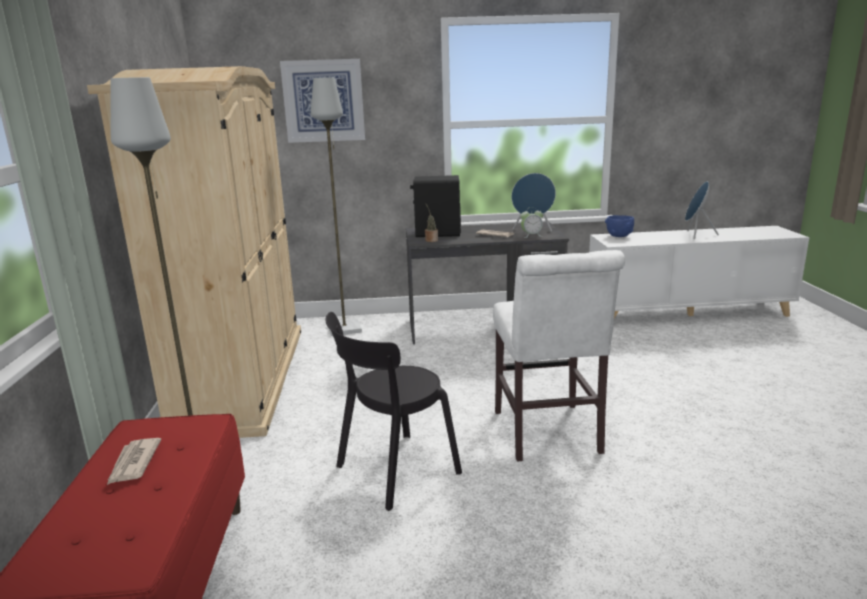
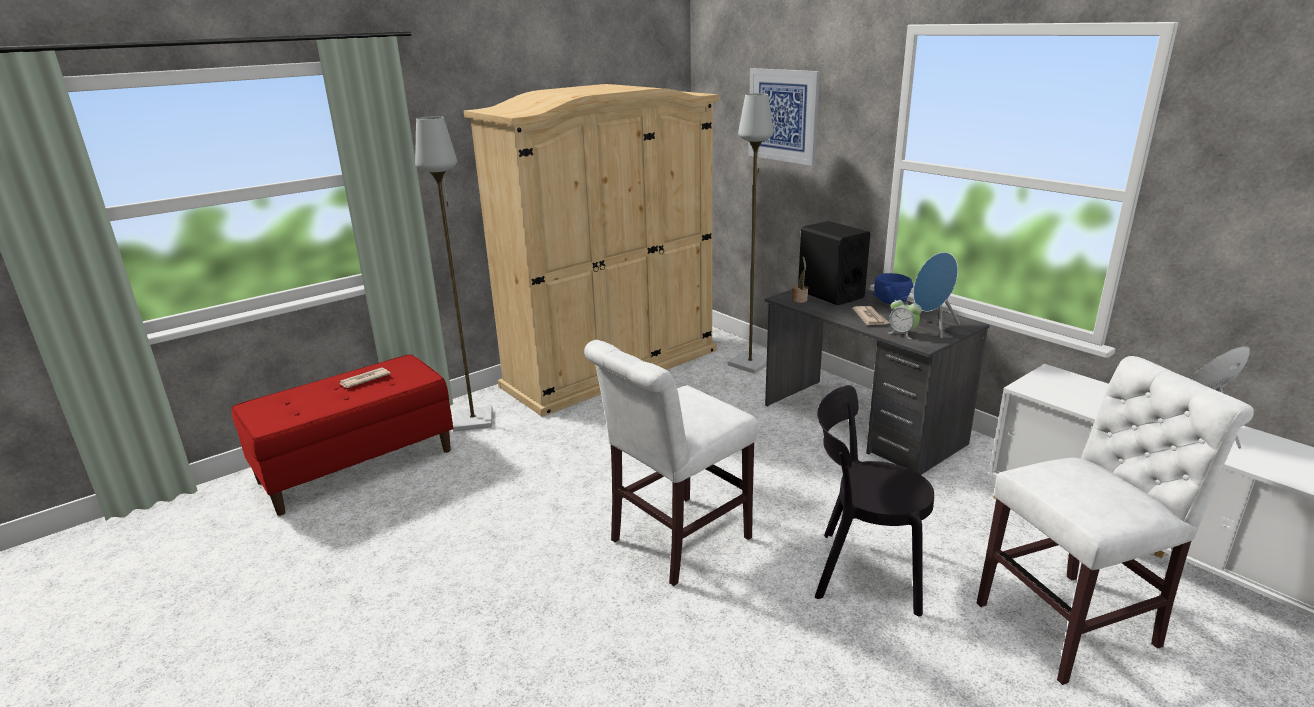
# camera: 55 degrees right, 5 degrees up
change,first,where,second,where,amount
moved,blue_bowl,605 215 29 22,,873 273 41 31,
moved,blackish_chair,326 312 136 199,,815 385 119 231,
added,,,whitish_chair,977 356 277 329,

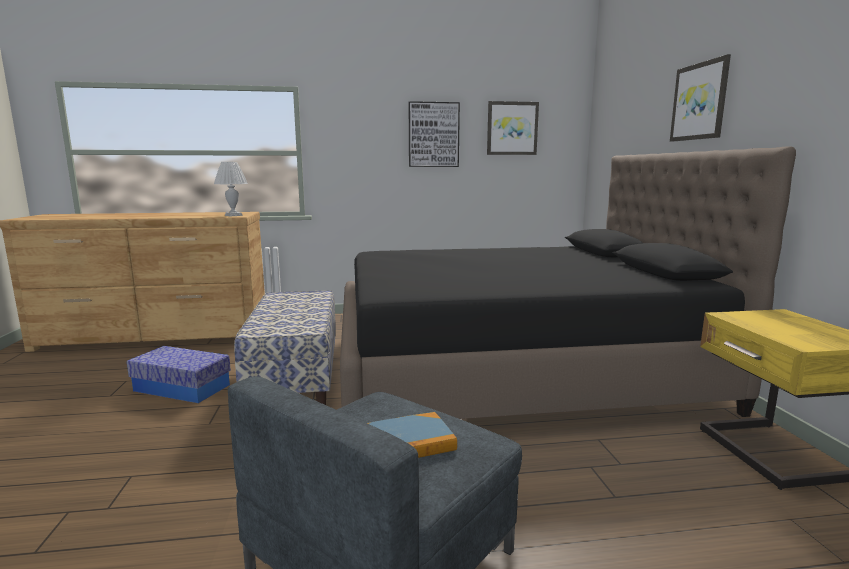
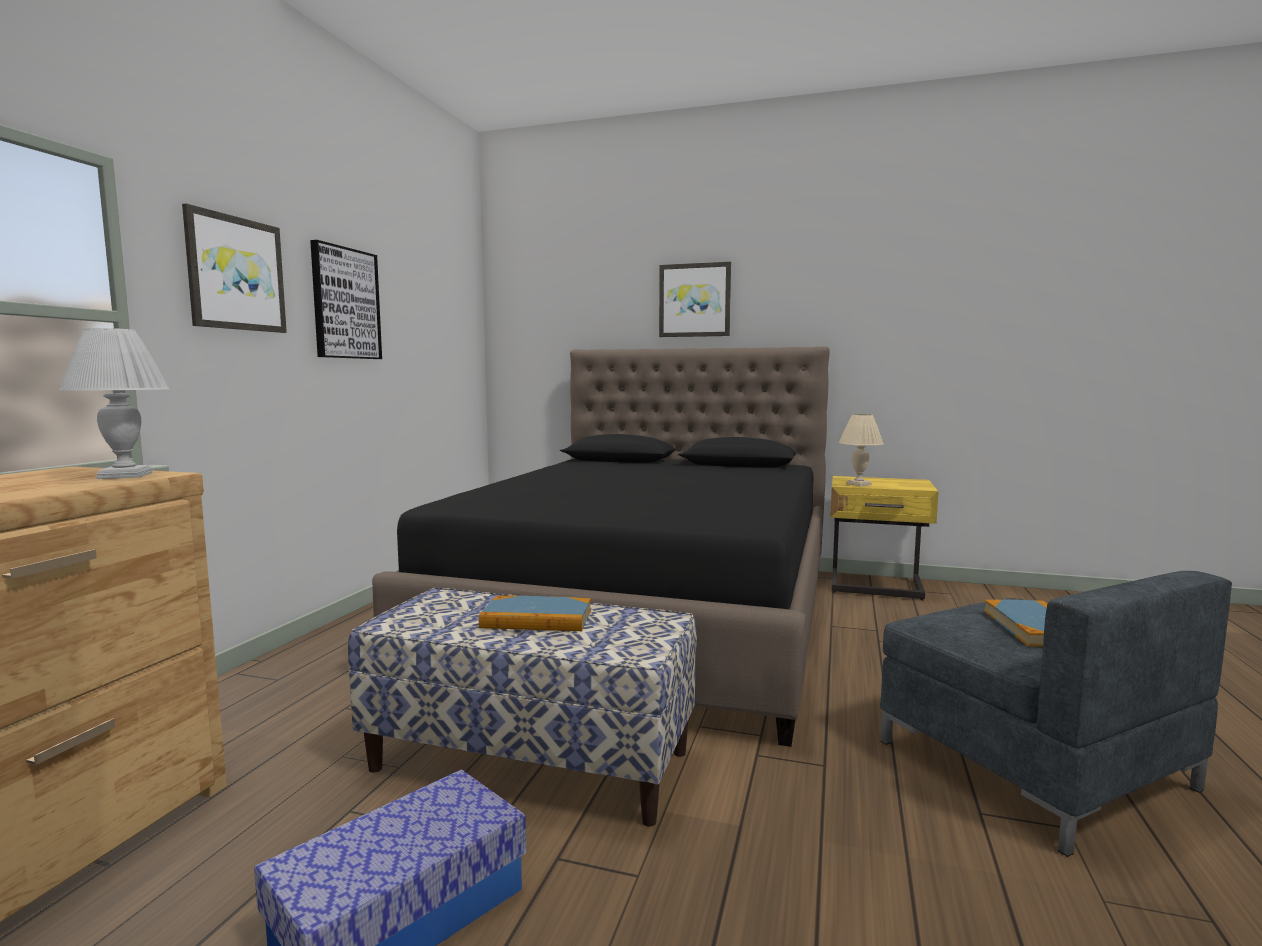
# camera: 65 degrees left, 5 degrees down
change,first,where,second,where,amount
moved,wall_art,487 101 52 54,,182 203 105 130,
added,,,sand-coloured_table_lamp,839 414 45 72,
added,,,book,479 595 112 36,

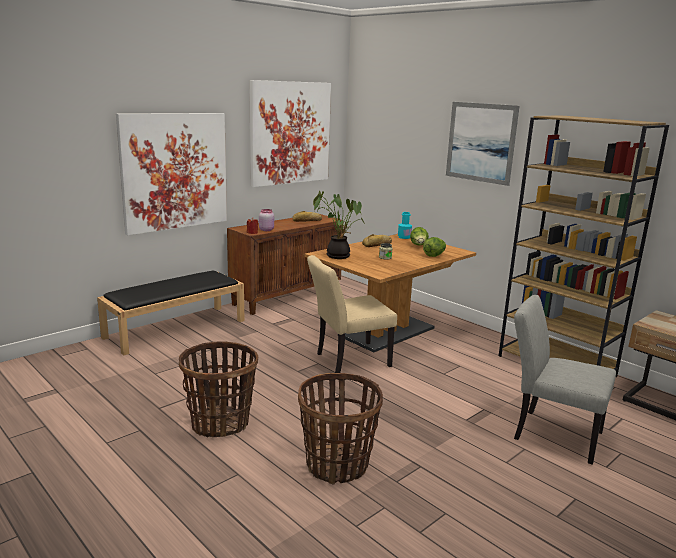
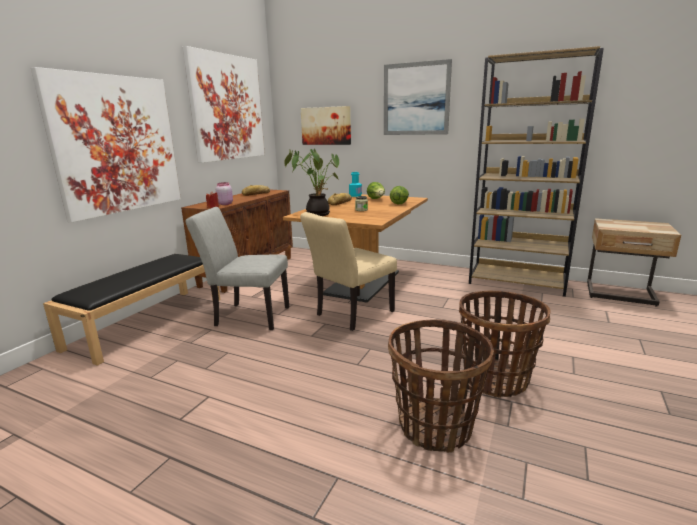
# camera: 20 degrees left, 0 degrees up
change,first,where,second,where,amount
moved,grey_chair,514 295 102 170,,186 207 103 123,
moved,basket,179 341 79 96,,459 291 92 107,
added,,,wall_art,301 106 50 39,

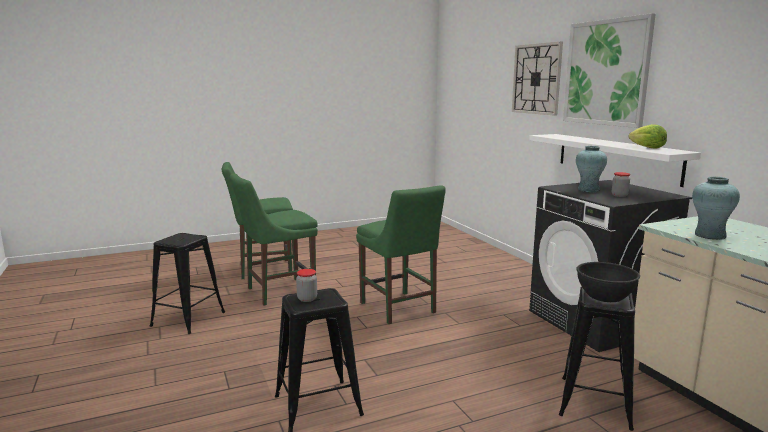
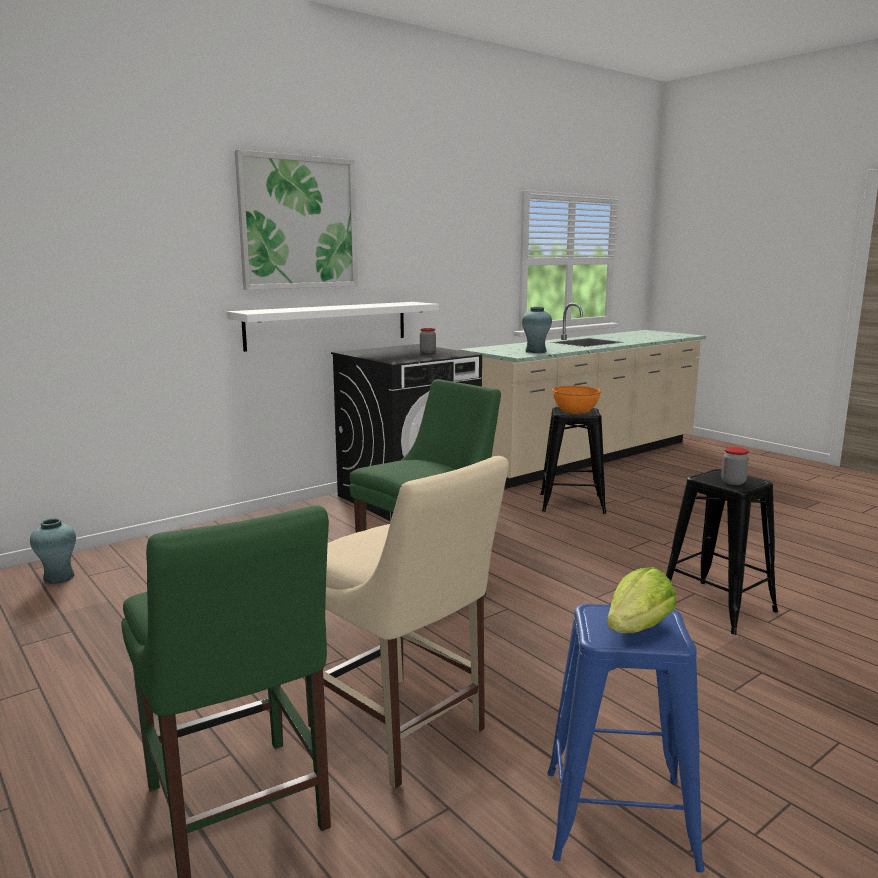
# camera: 105 degrees left, 0 degrees up
change,first,where,second,where,amount
removed,wall_clock,512 42 51 74,,,
moved,head_of_lettuce,628 124 39 25,,607 567 70 66,
moved,blue-green_decorative_vase,576 146 31 46,,30 518 46 66,
recoloured,green-coloured_chair,230 173 88 132,sand-coloured_chair,305 456 204 332,
recoloured,blackish_stool_seat,150 233 75 101,blue_stool_seat,547 604 158 268,
recoloured,blackish_bowl,576 262 64 40,orange-coloured_bowl,552 386 49 28,

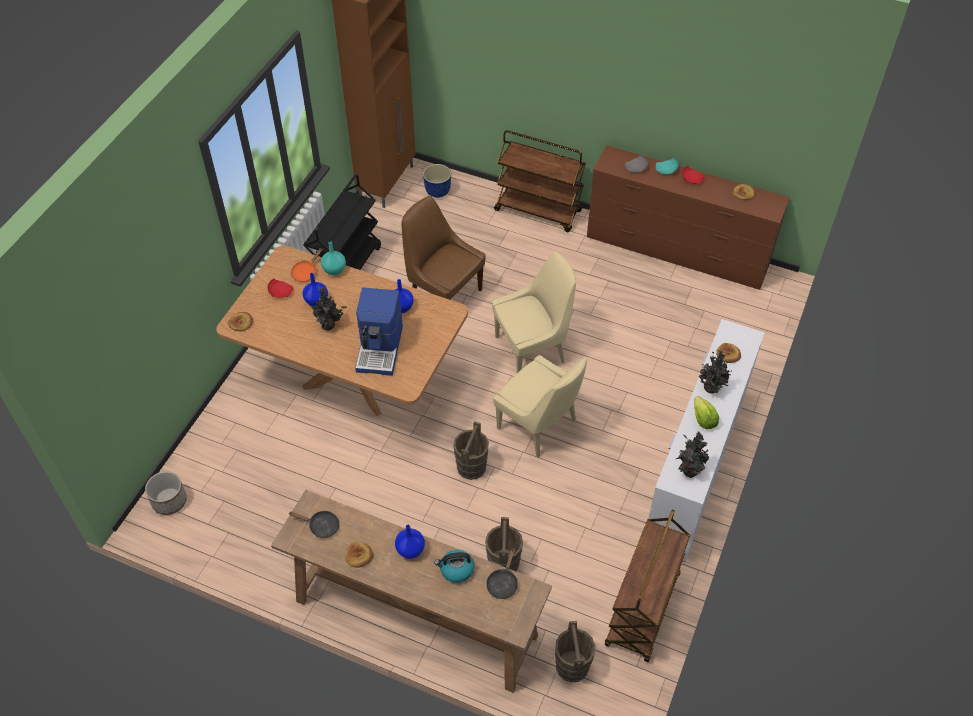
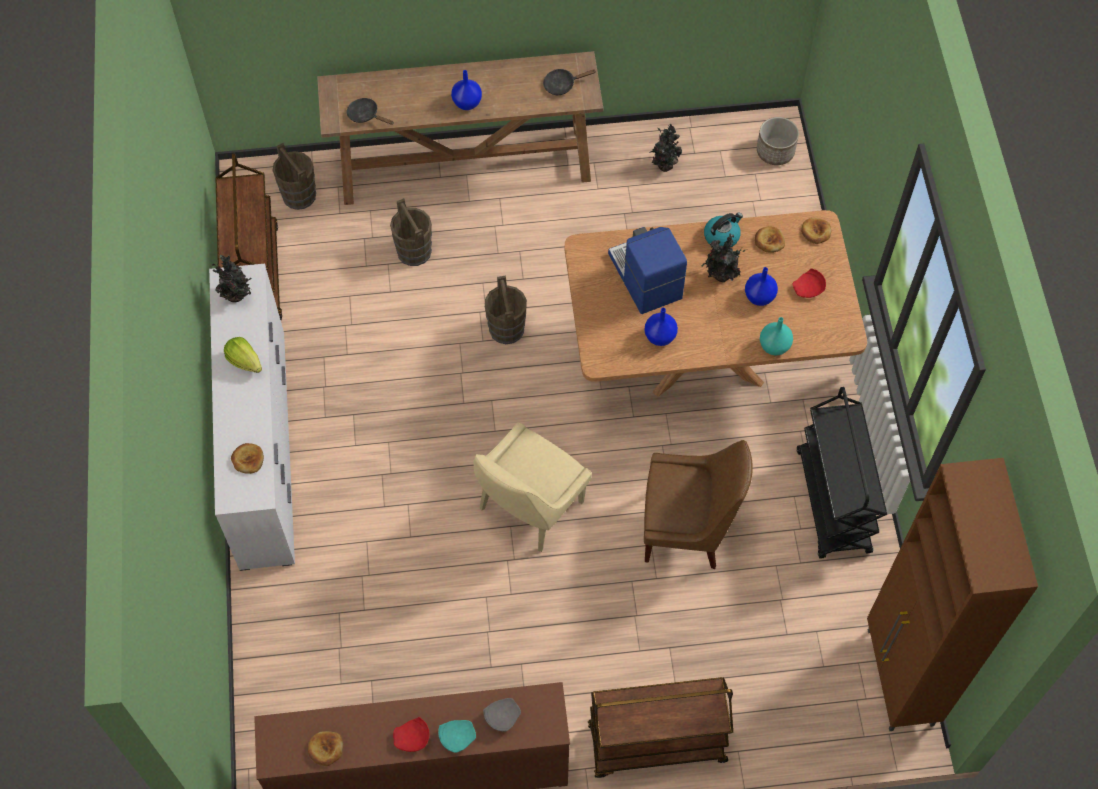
# camera: 150 degrees right, 10 degrees up
change,first,where,second,where,amount
removed,plant_pot,423 164 28 34,,,
removed,orange-coloured_pan,291 248 31 34,,,
moved,potted_plant,699 349 33 45,,649 124 33 48,
removed,sand-coloured_chair,493 355 94 103,,,
moved,bakery_bread,345 542 28 26,,755 226 30 27,
turned,blackish_pan,486 549 32 50,,347 98 46 27,45 degrees counterclockwise
moved,tea_kettle,434 550 40 33,,704 212 39 35,

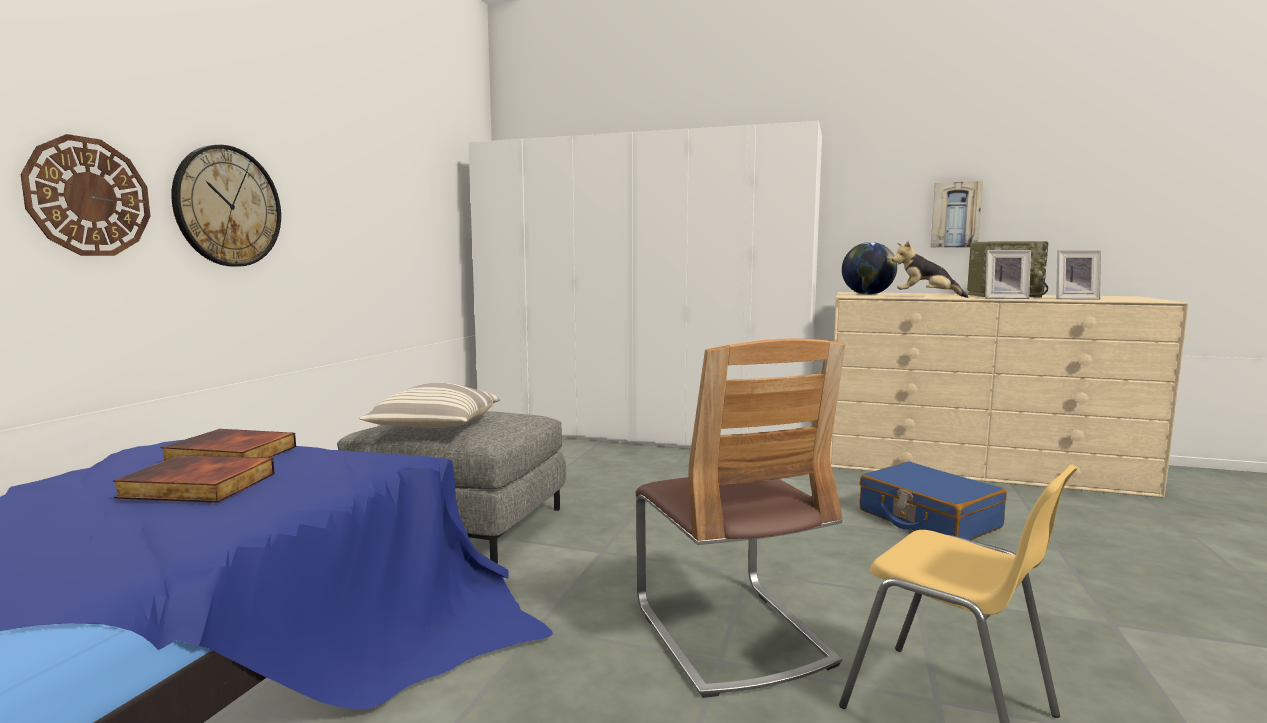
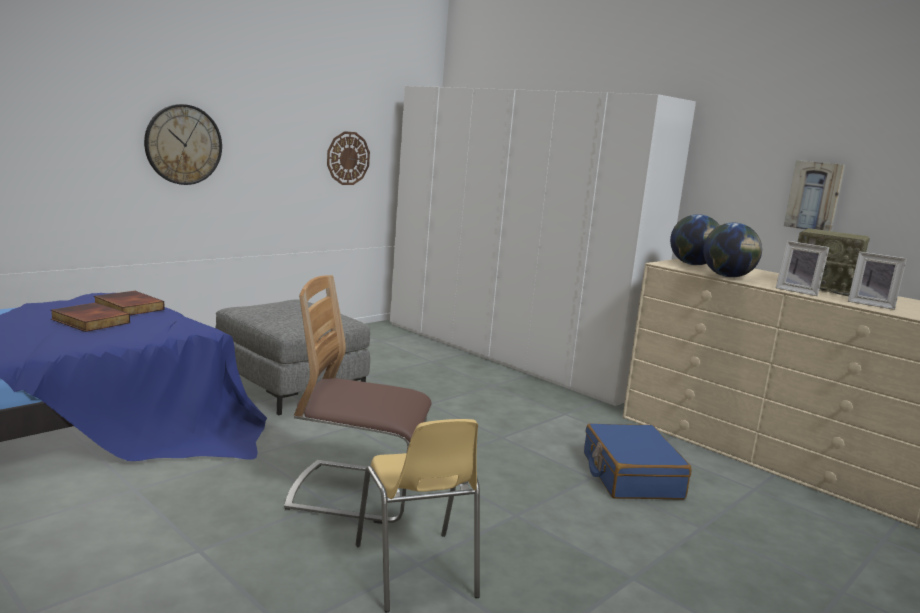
# camera: 25 degrees right, 5 degrees up
change,first,where,second,where,amount
moved,wall_clock,21 134 130 122,,327 131 43 54,
replaced,cuddly_toy,892 241 77 57,desk_globe,703 223 59 55,
turned,chair,635 339 210 359,,284 275 148 249,90 degrees clockwise
removed,pillow,359 382 142 46,,,

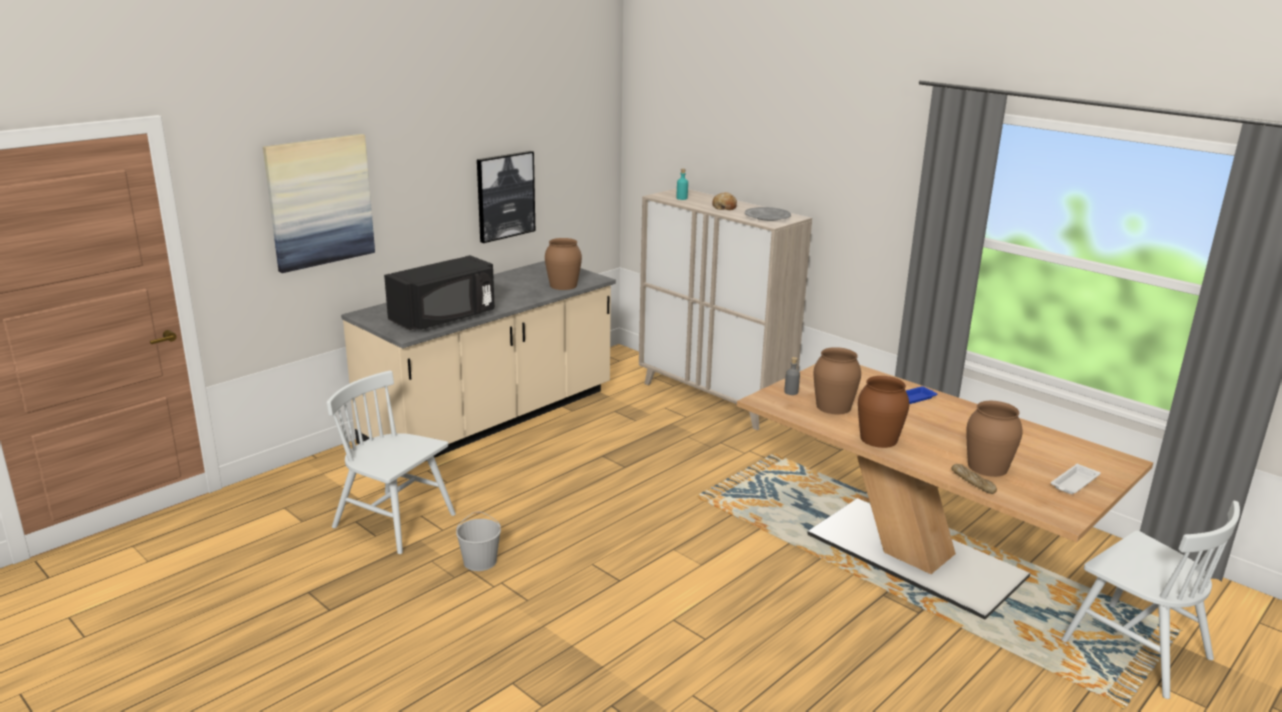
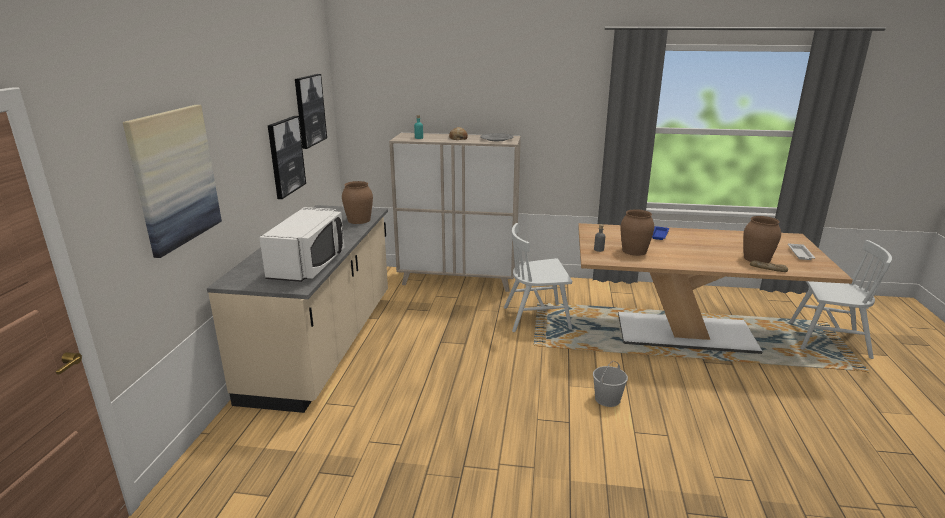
# camera: 35 degrees left, 0 degrees up
change,first,where,second,where,amount
recoloured,blackish_microwave,384 255 111 75,whitish_microwave,259 207 86 75,
moved,whitish_chair,327 370 129 184,,504 223 68 109,
removed,brown_decorative_vase,858 376 51 72,,,
moved,whitish_water_bucket,456 511 45 60,,593 360 35 47,
added,,,wall_art,295 74 32 75,

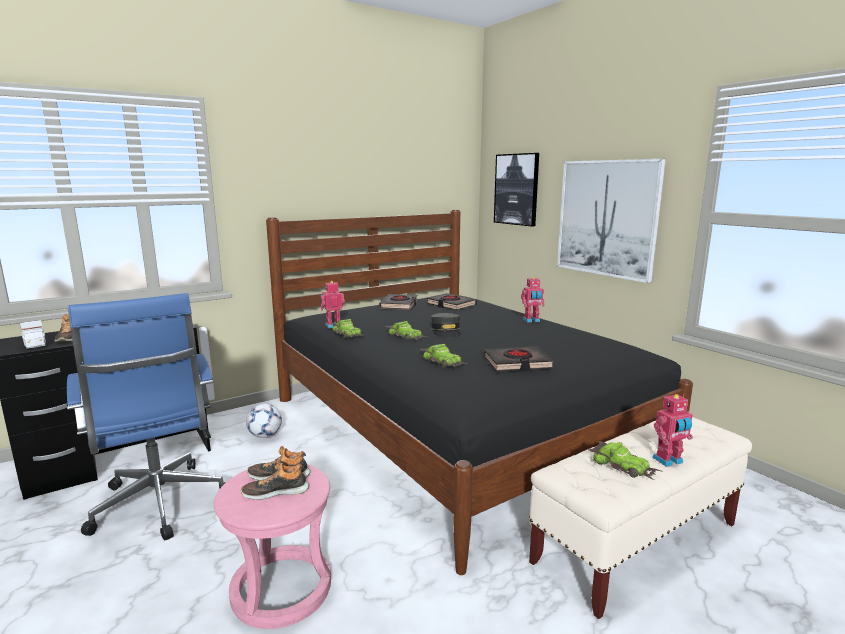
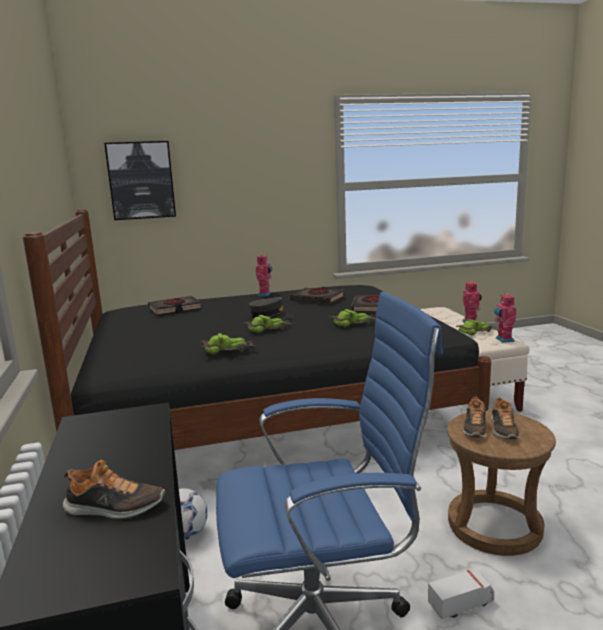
# camera: 70 degrees left, 0 degrees up
change,first,where,second,where,amount
removed,wall_art,557 159 109 124,,,
moved,robot_figure,321 281 24 47,,494 293 22 50,
moved,blackish_book,379 294 38 16,,290 287 54 17,
moved,toy_lorry,20 320 26 28,,428 570 66 49,
recoloured,pinkish_stool_seat,214 464 117 165,brown_stool_seat,447 410 109 146,

